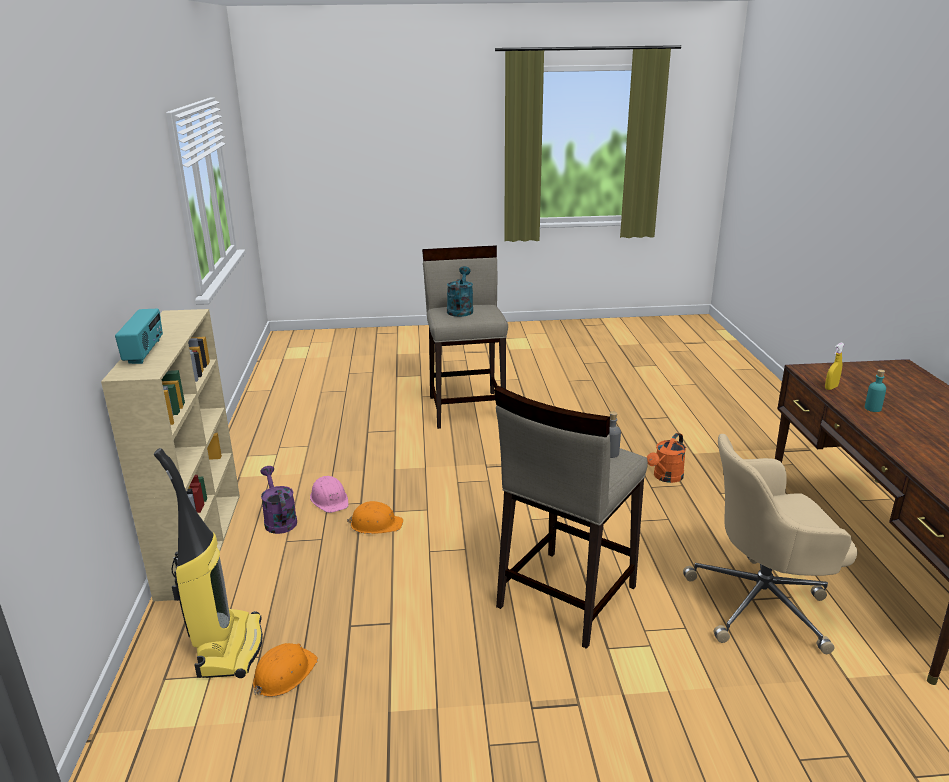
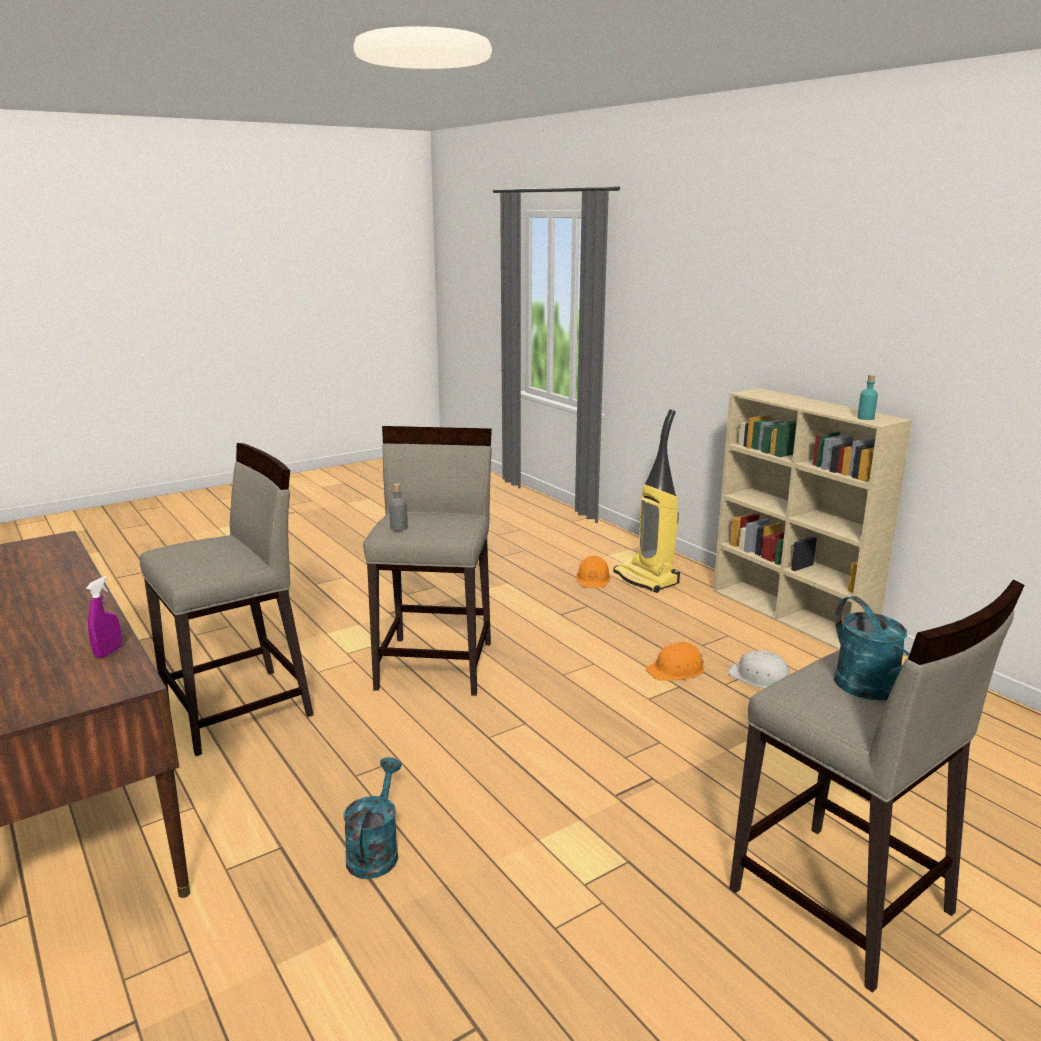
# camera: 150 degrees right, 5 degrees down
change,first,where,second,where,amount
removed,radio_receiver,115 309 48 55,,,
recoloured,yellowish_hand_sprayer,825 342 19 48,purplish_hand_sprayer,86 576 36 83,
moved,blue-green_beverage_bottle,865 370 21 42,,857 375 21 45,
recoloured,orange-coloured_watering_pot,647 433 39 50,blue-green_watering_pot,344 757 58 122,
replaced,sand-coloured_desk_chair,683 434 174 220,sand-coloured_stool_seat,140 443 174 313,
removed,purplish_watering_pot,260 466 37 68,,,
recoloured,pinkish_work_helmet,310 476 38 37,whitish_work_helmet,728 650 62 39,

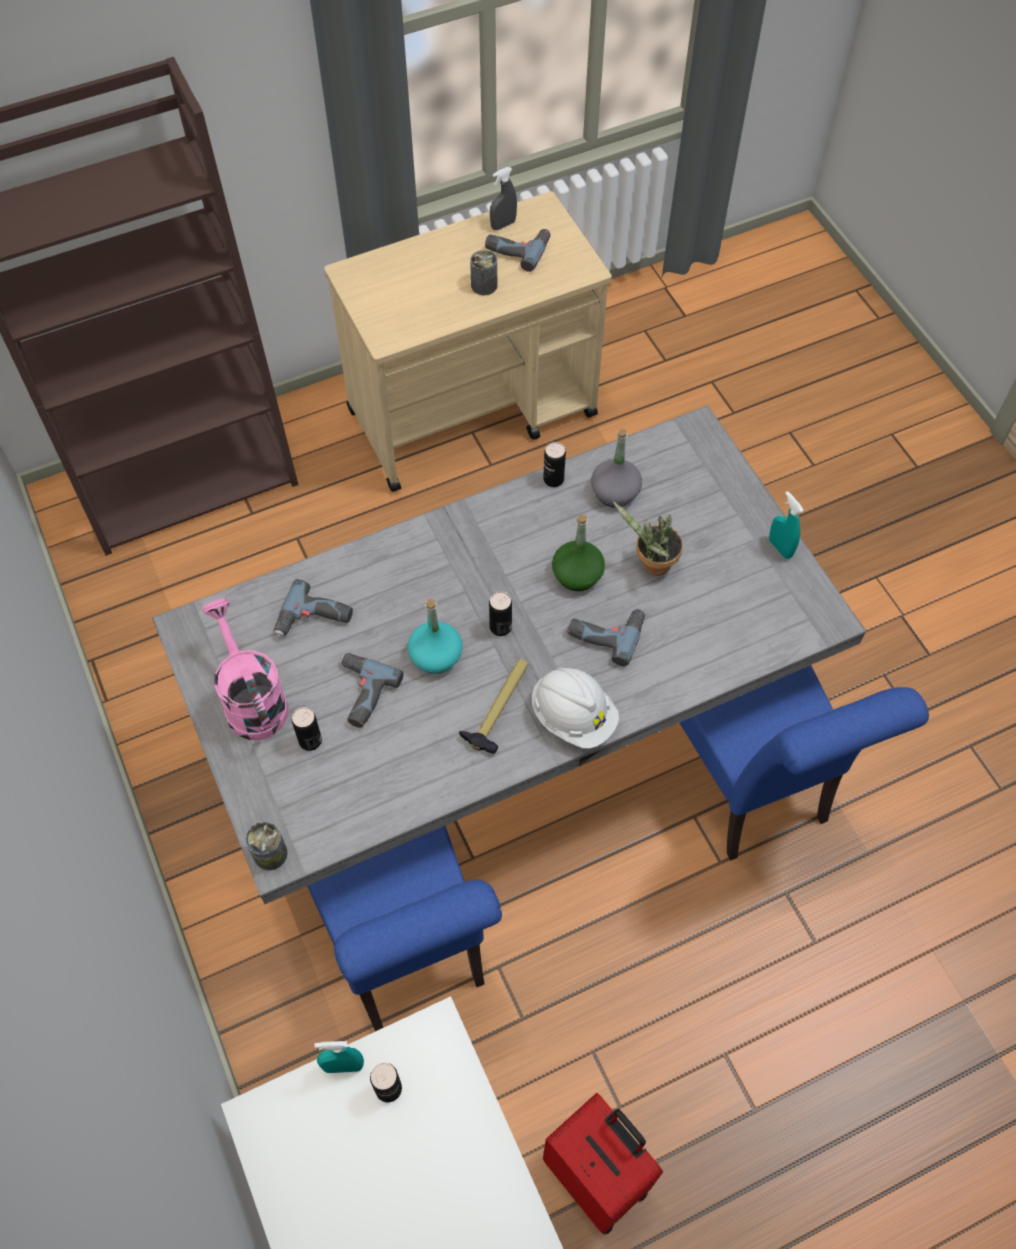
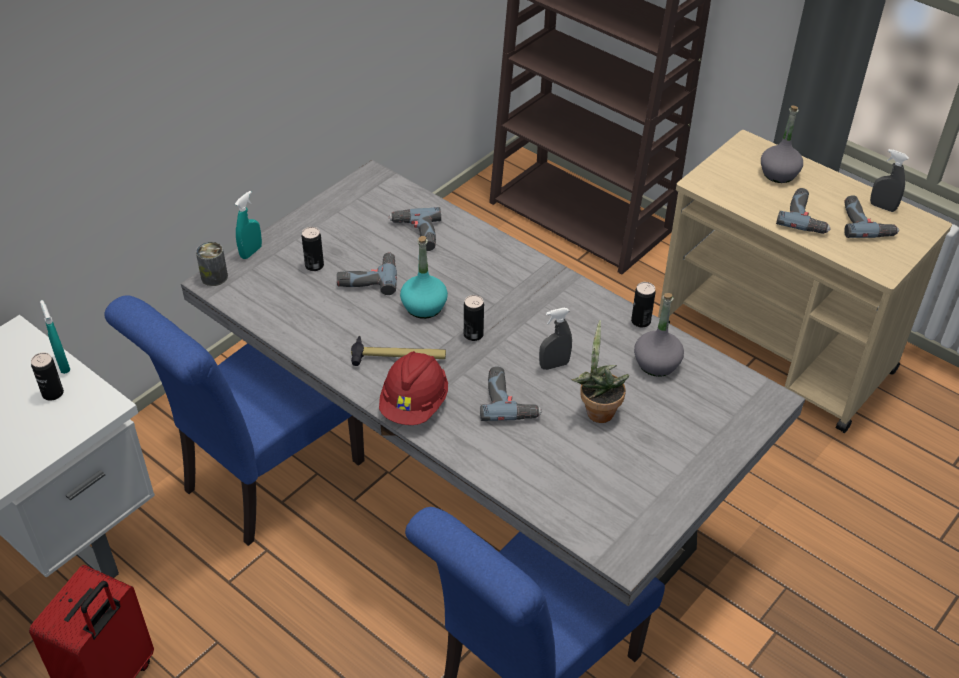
# camera: 65 degrees right, 15 degrees down
change,first,where,second,where,amount
replaced,sealed_can,470 250 27 46,drill,776 188 54 46,
moved,blue-green_hand_sprayer,769 491 35 68,,235 191 27 68,
replaced,green-coloured_beverage_bottle,552 514 53 77,grey_hand_sprayer,539 308 33 62,
removed,pinkish_watering_pot,202 598 86 142,,,
recoloured,whitish_work_helmet,532 668 87 80,red_work_helmet,379 351 69 74,
added,,,grey_beverage_bottle,761 105 42 78,

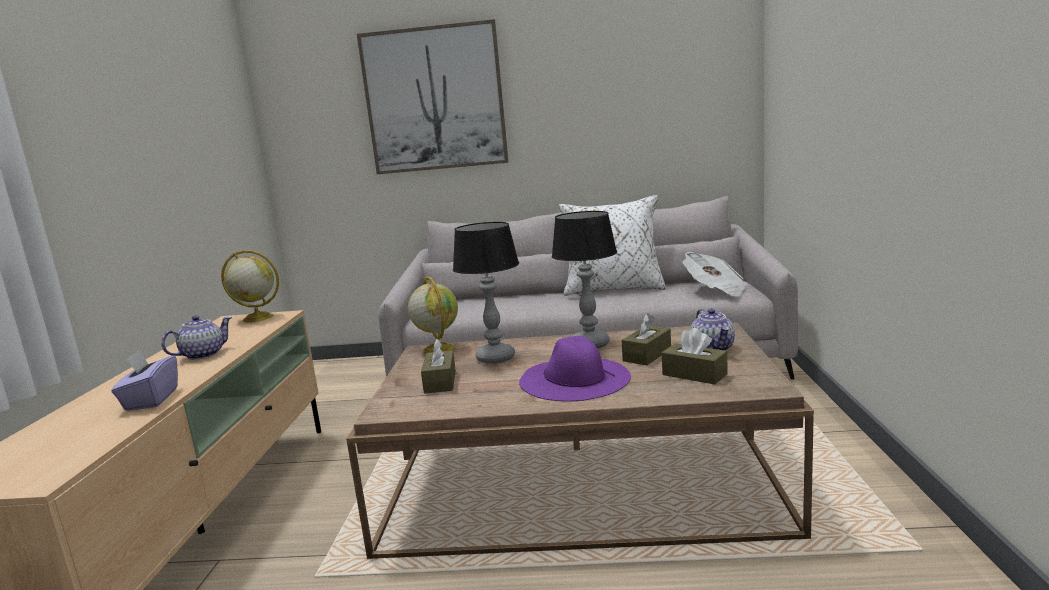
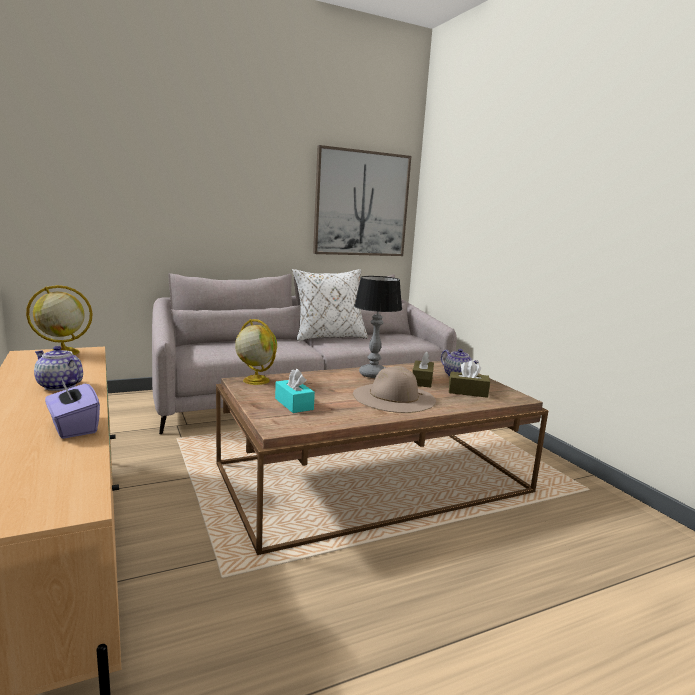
# camera: 30 degrees left, 0 degrees up
change,first,where,second,where,amount
moved,wall_art,357 19 151 155,,313 145 98 111,
removed,table_lamp,453 222 66 142,,,
removed,daily_paper,683 252 65 45,,,
turned,teapot,161 315 71 45,,34 346 49 45,75 degrees counterclockwise
recoloured,purplish_hat,519 336 112 66,sand-coloured_hat,353 366 83 47,
recoloured,brown_box_of_tissues,421 339 35 55,blue-green_box_of_tissues,275 369 40 44,

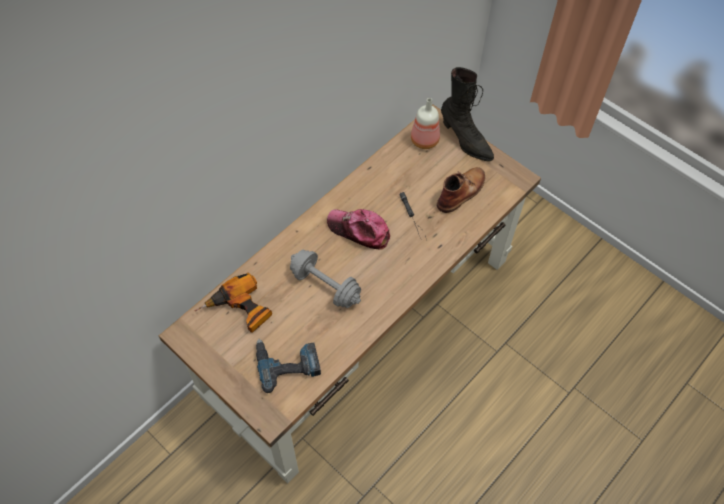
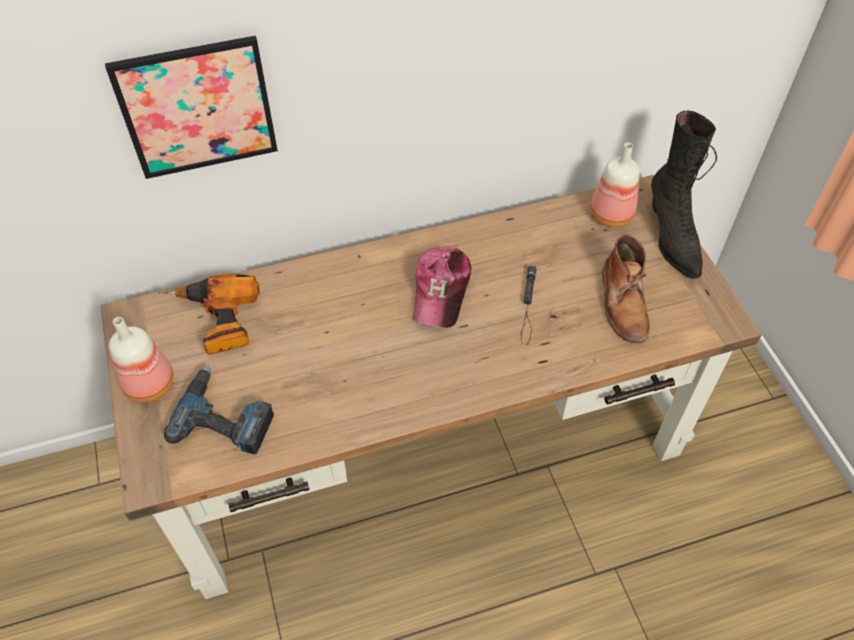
# camera: 30 degrees right, 5 degrees down
change,first,where,second,where,amount
turned,brown_high-top_boot,437 167 48 46,,602 234 48 109,105 degrees clockwise
turned,peaked_cap,327 209 63 41,,413 246 58 82,135 degrees counterclockwise
removed,grey_hand_weight,290 250 71 58,,,
added,,,wall_art,105 36 173 143,
added,,,beverage_bottle,109 317 65 85,

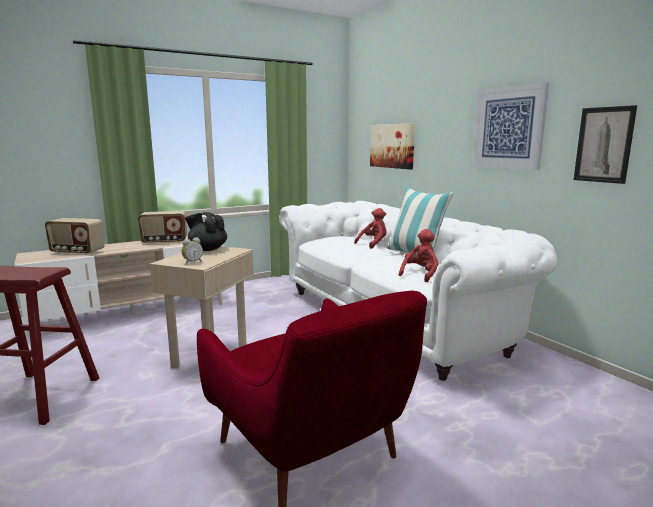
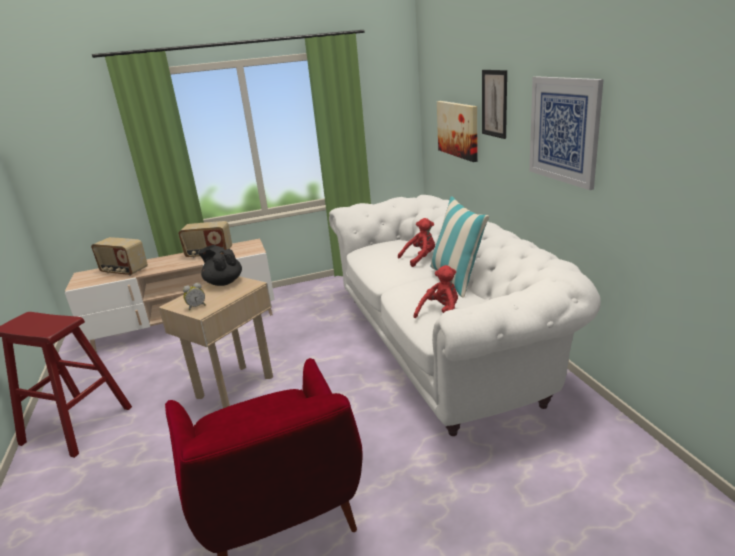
# camera: 15 degrees right, 10 degrees up
change,first,where,second,where,amount
moved,wall_art,574 105 63 79,,482 70 25 69,

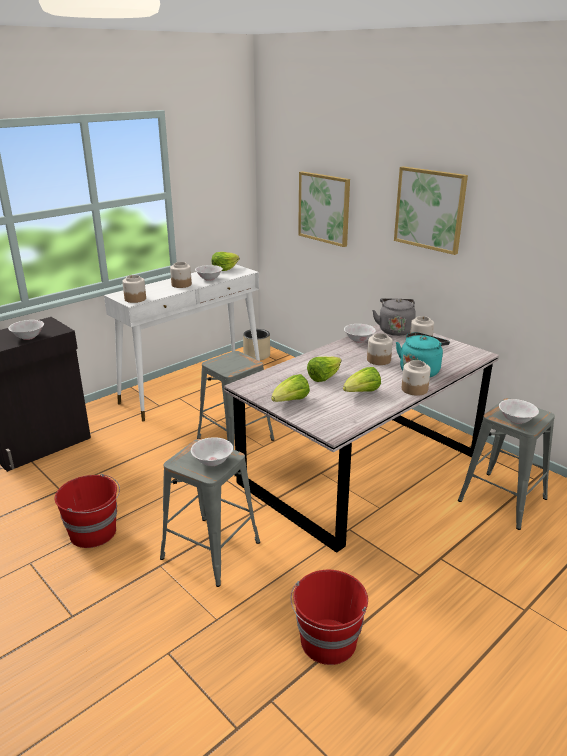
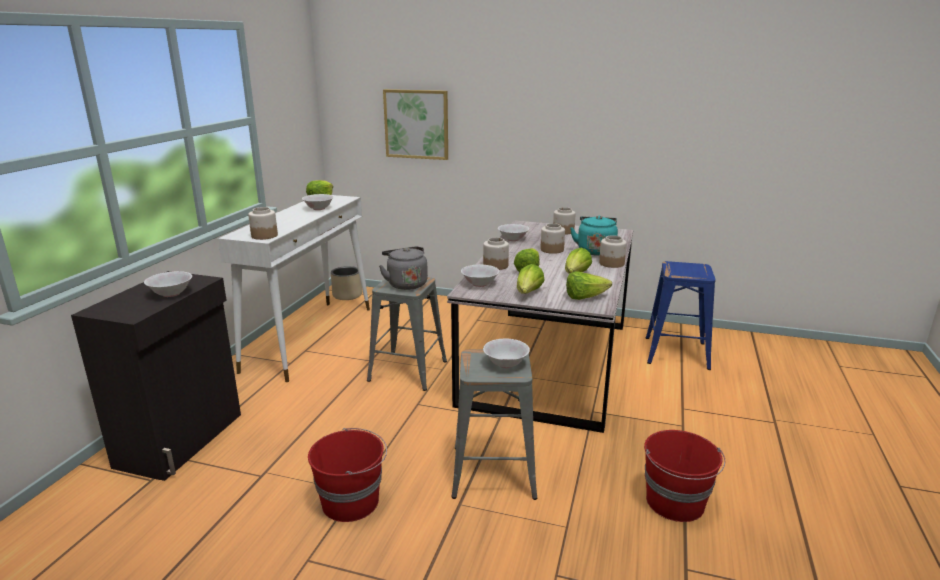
# camera: 30 degrees left, 5 degrees down
change,first,where,second,where,amount
removed,wall_art,394 166 74 89,,,
moved,preserve_jar,170 262 22 26,,483 237 26 33,
moved,grey_tea_kettle,372 298 44 38,,379 246 49 44,
recoloured,grey_stool_seat,458 398 97 132,blue_stool_seat,646 261 70 109,
moved,whitish_bowl,499 399 40 25,,461 265 38 22,
added,,,head_of_lettuce,566 271 46 29,

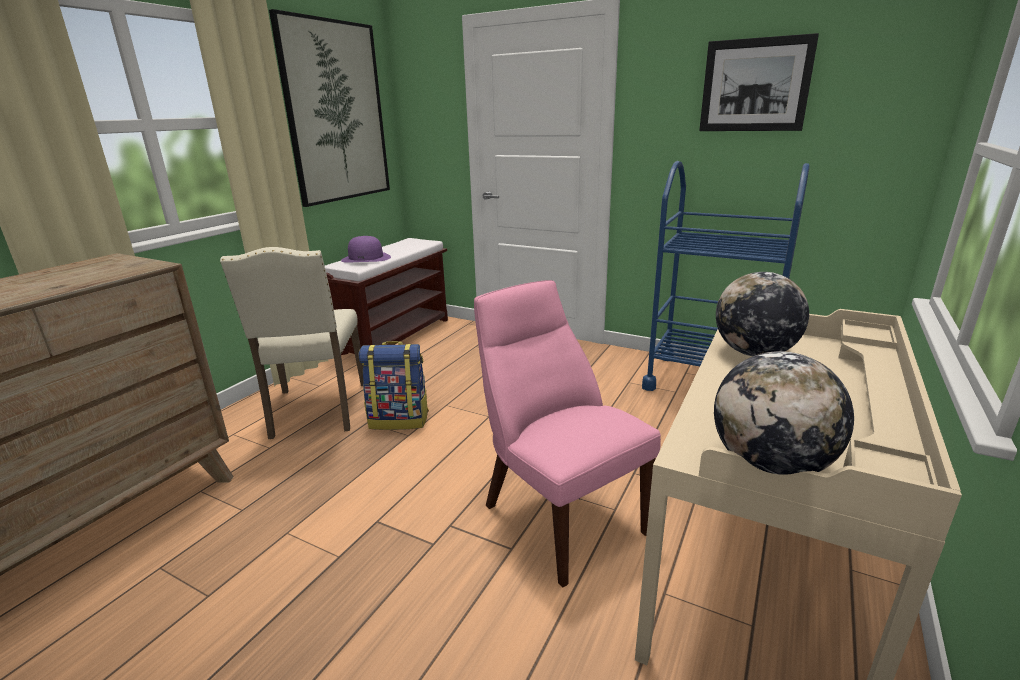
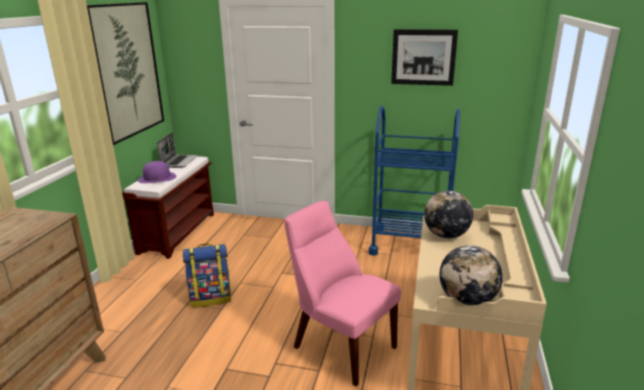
# camera: 15 degrees left, 0 degrees up
change,first,where,second,where,amount
removed,sand-coloured_chair,220 247 143 192,,,
added,,,laptop,157 133 41 35,

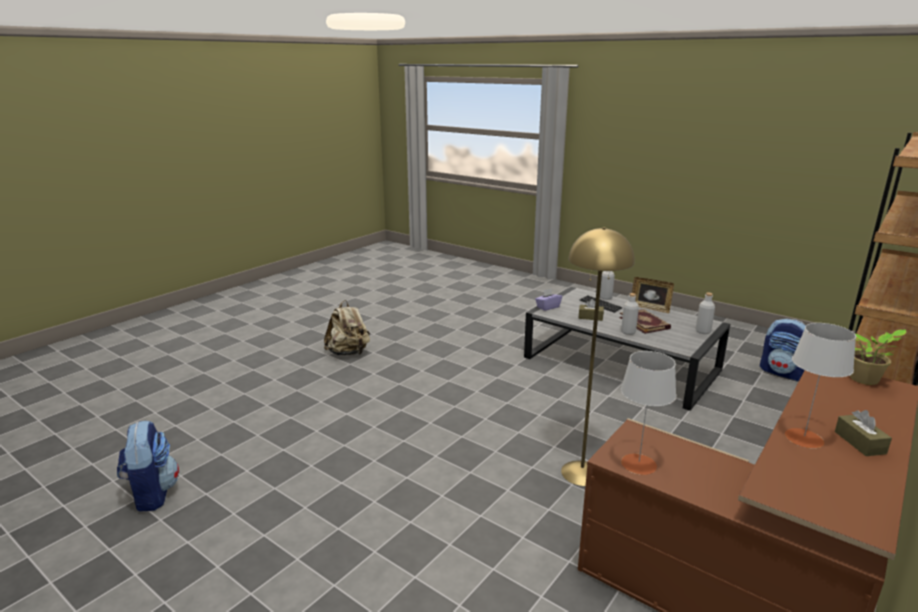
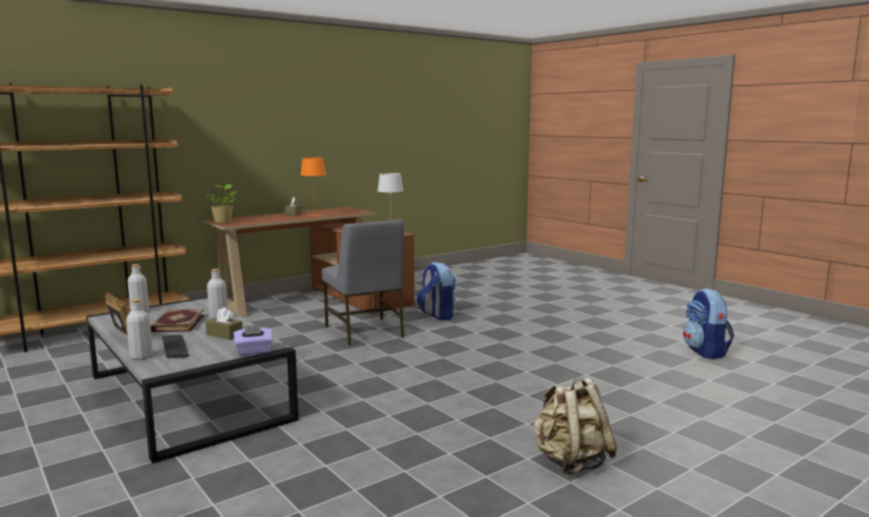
# camera: 165 degrees left, 10 degrees down
change,first,where,second,where,amount
replaced,yellowish_standing_lamp,561 227 74 259,grey_chair,322 219 82 127,
moved,backpack,760 319 46 62,,417 262 39 58,
recoloured,grey_table_lamp,785 323 71 125,orange-coloured_table_lamp,301 158 25 59,

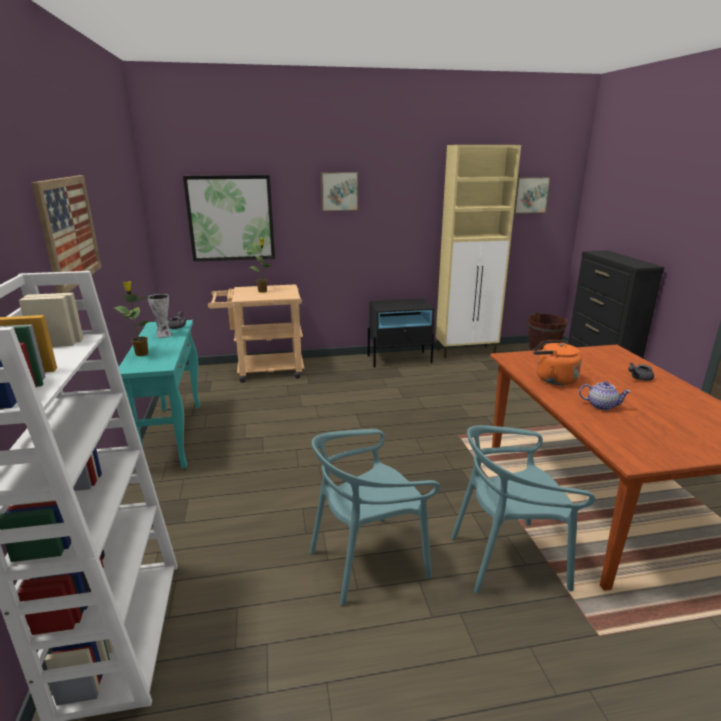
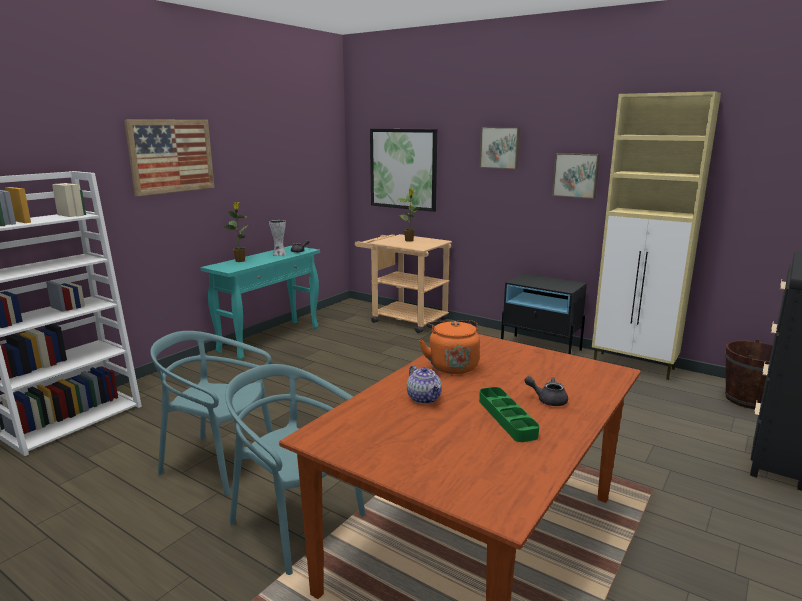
# camera: 45 degrees right, 5 degrees down
change,first,where,second,where,amount
moved,wall_art,514 177 37 37,,552 153 48 46,
added,,,green-coloured_tray,479 387 60 55,

